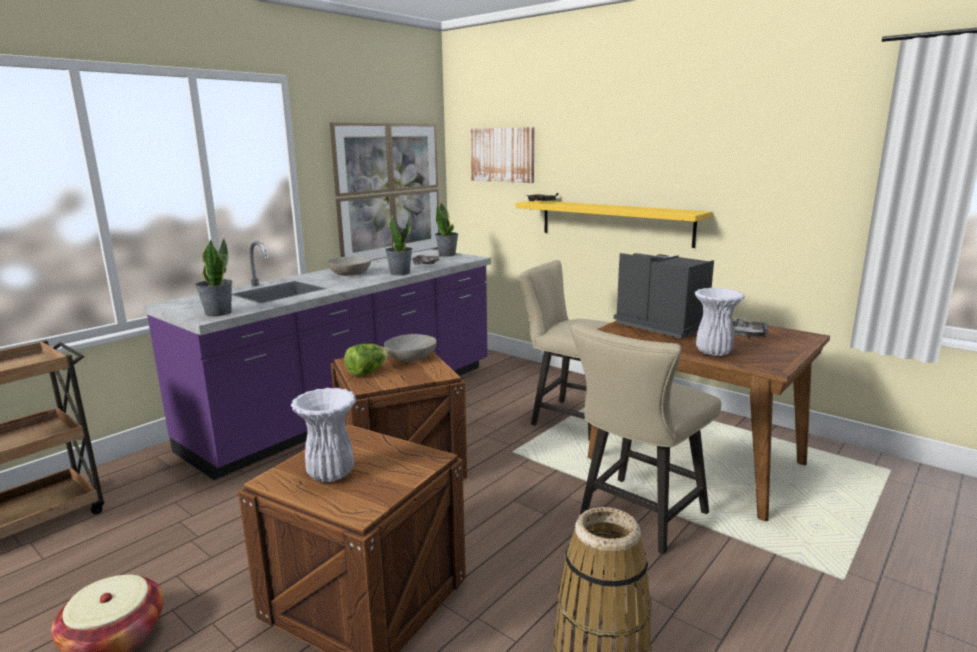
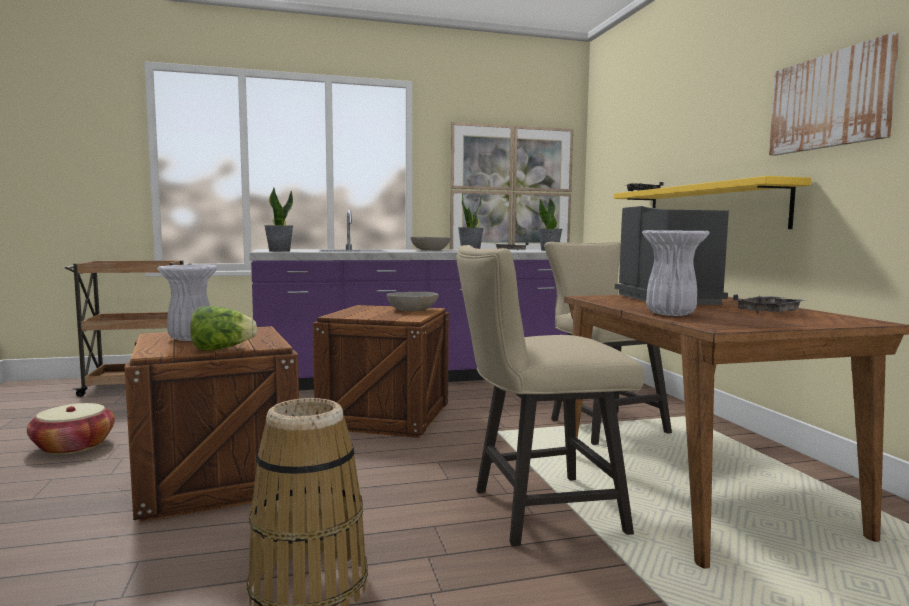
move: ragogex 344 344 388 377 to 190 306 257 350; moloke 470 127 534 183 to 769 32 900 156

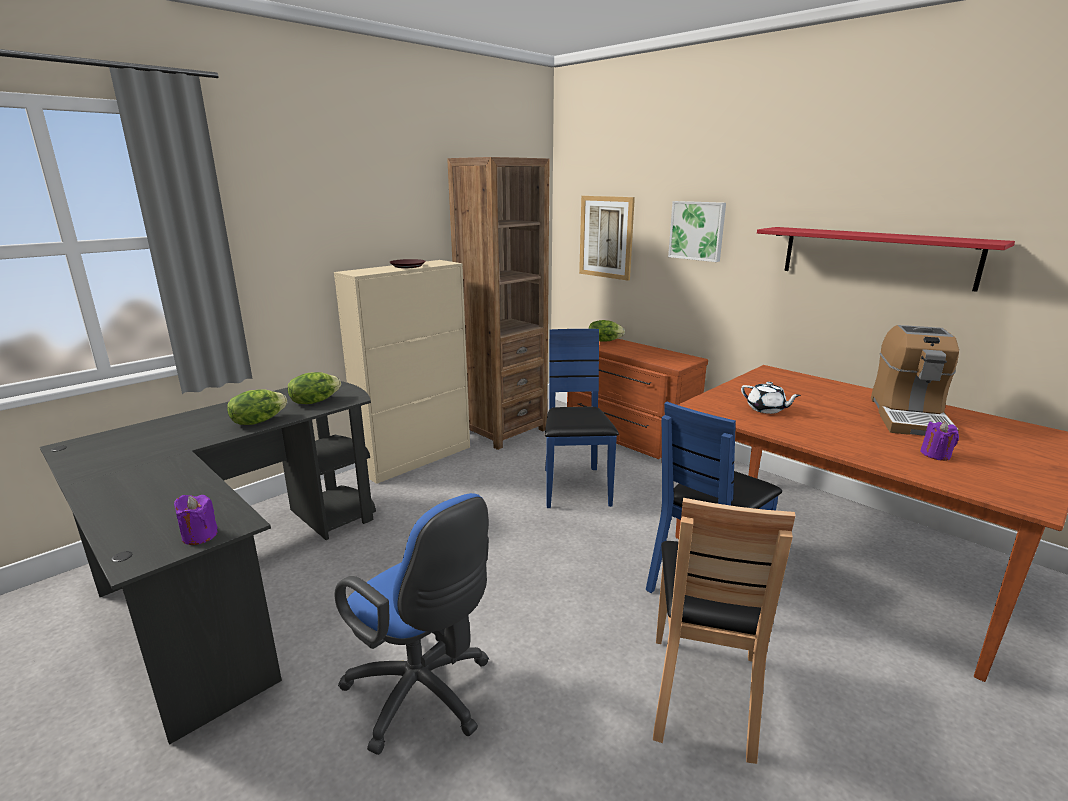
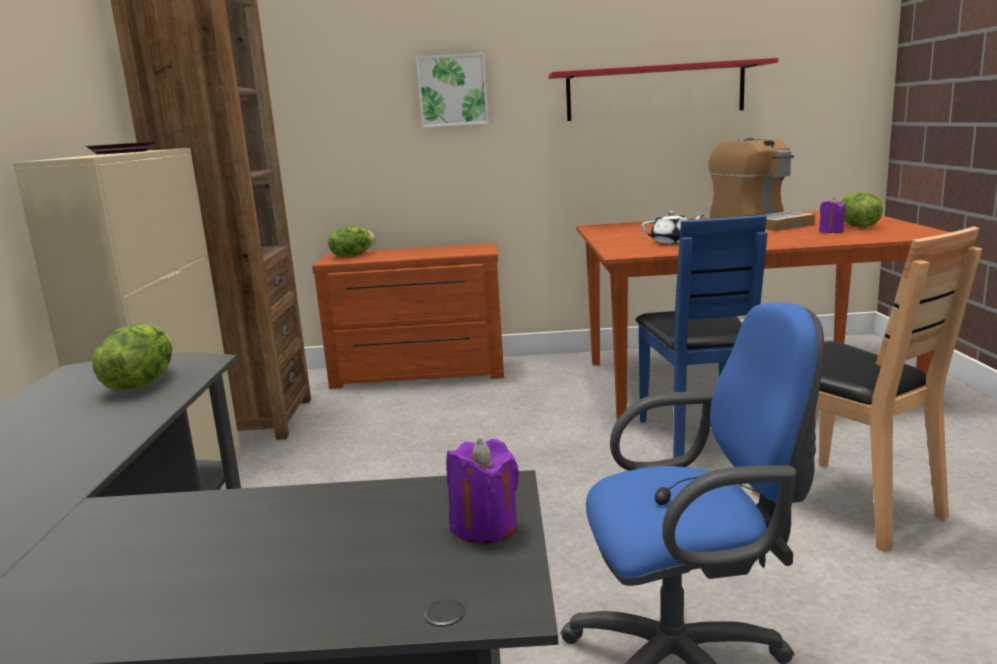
delete: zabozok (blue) 545 329 619 508; moloke 579 196 635 281
move: ragogex 227 389 287 425 to 840 192 883 227

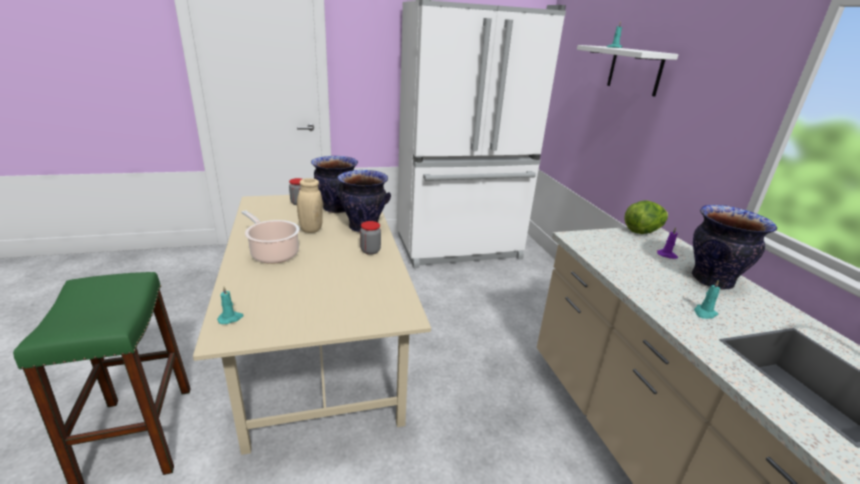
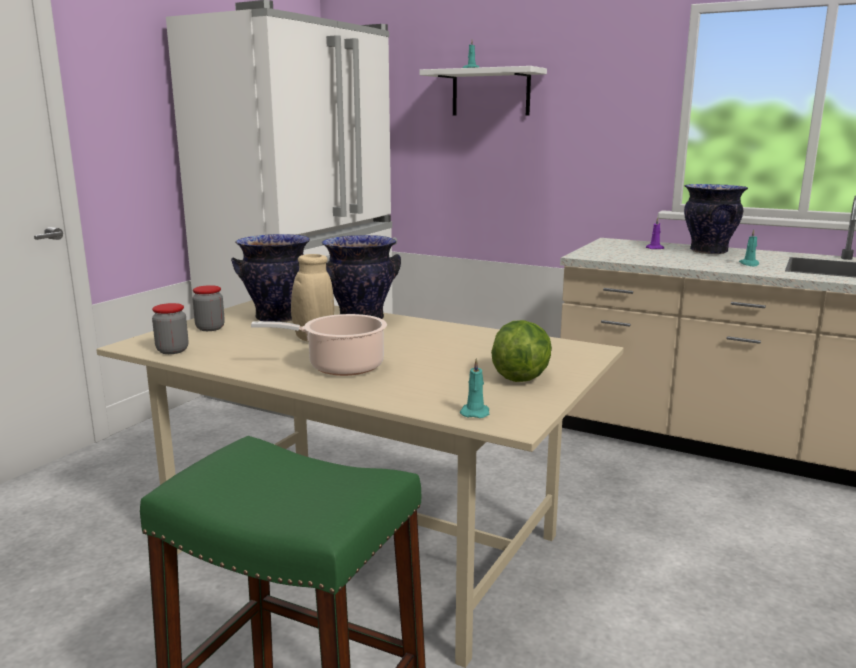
move: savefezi 360 221 381 255 to 152 303 188 354; ragogex 624 200 668 234 to 491 320 552 382

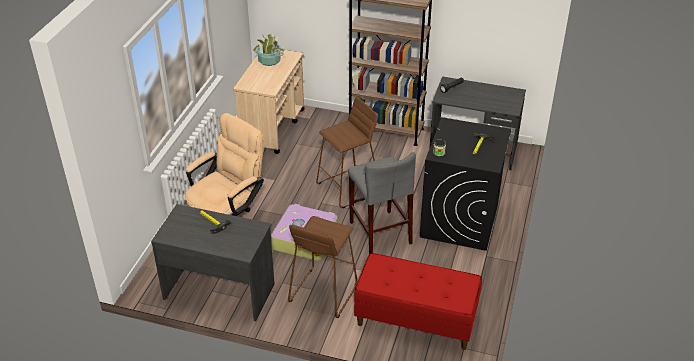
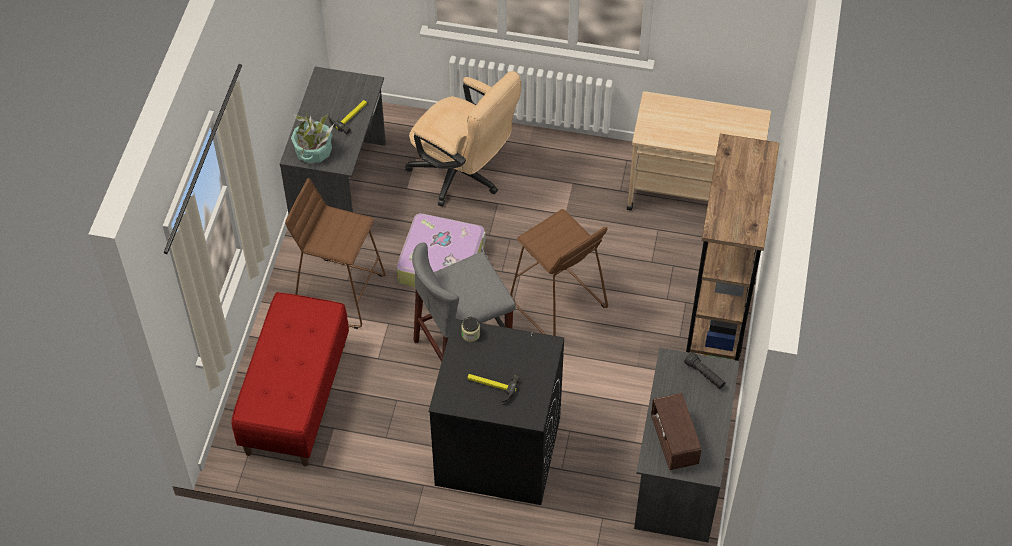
insert: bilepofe 651 393 701 470
move: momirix 252 33 285 66 to 291 112 334 163

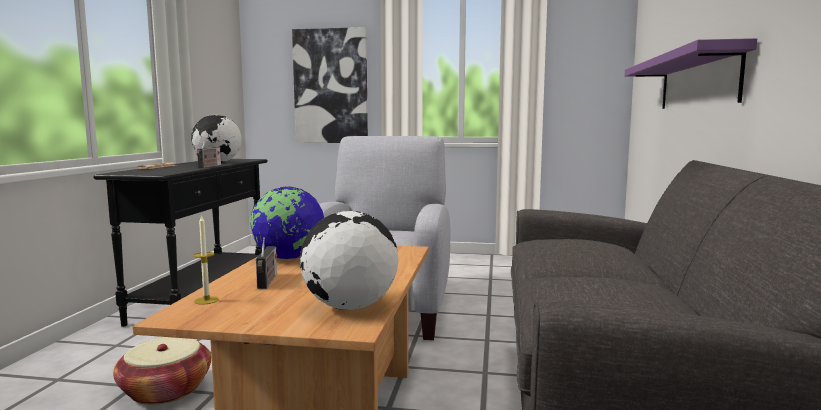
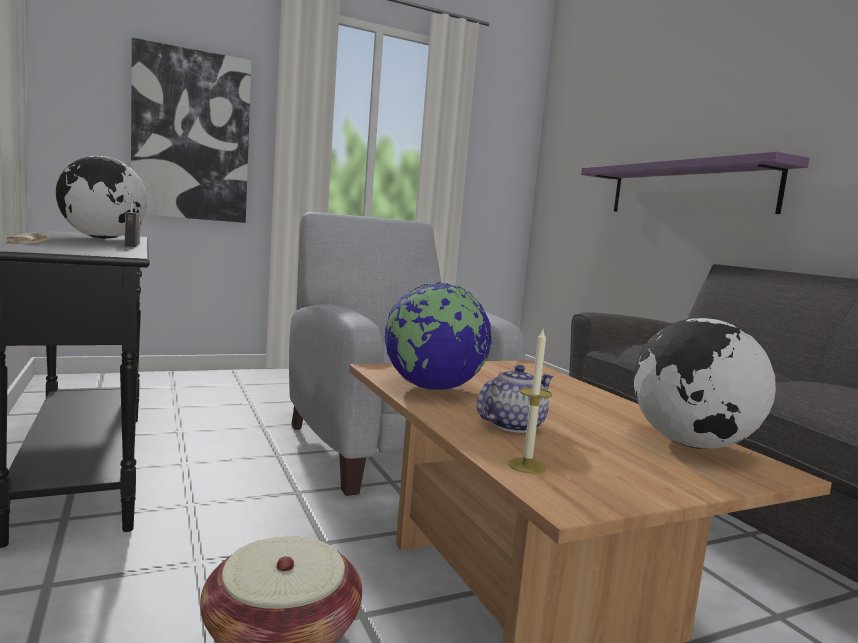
replace: bilepofe 256 237 277 289 to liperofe 477 365 554 433

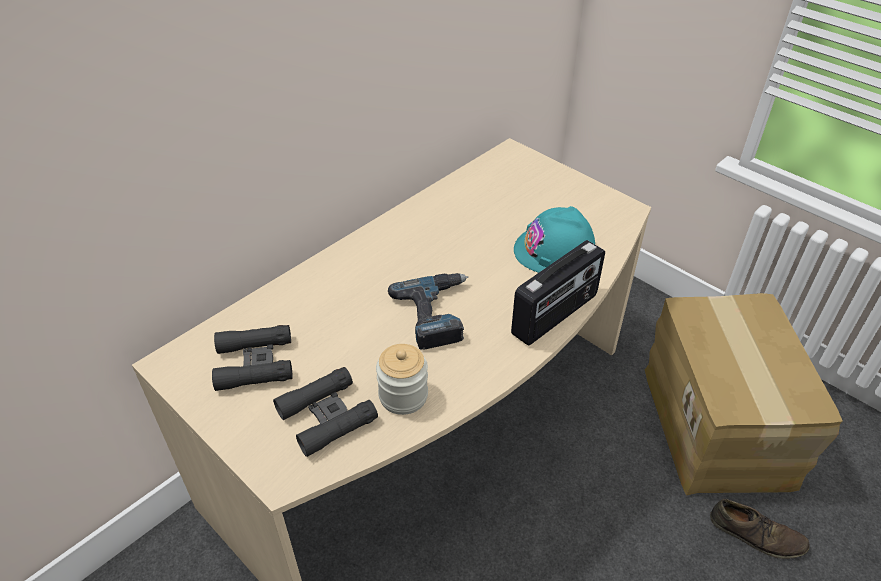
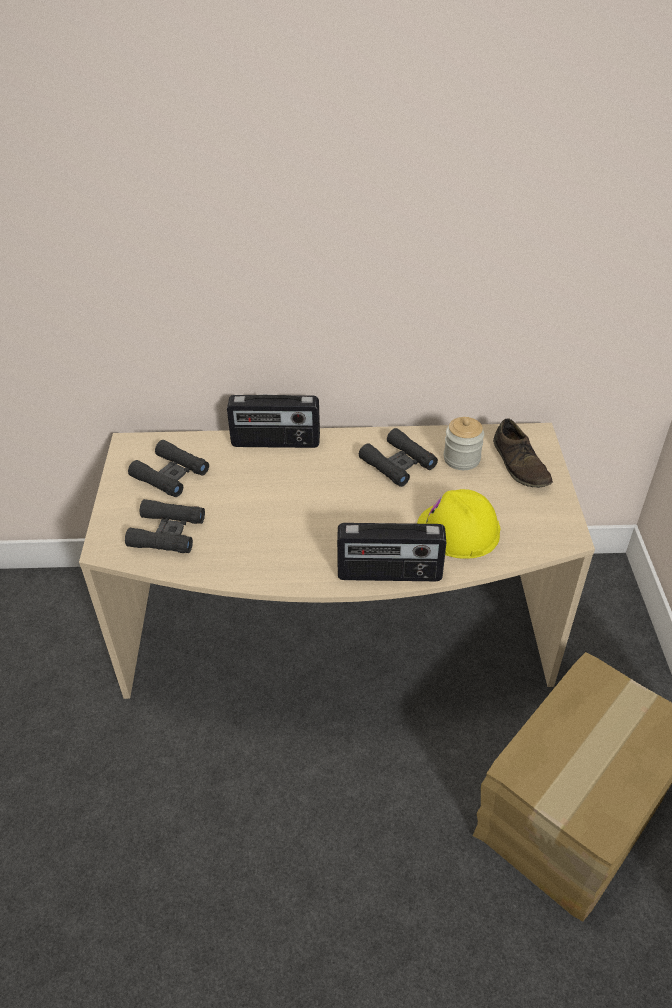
delete: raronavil 388 273 468 350
insert: bilepofe 227 395 320 448; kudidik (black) 359 428 438 487
move: savefezi 376 344 428 415 to 444 417 484 470; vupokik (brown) 710 499 809 559 to 493 418 553 488
recolor: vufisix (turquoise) 514 206 595 273 to vufisix (yellow) 417 489 500 559

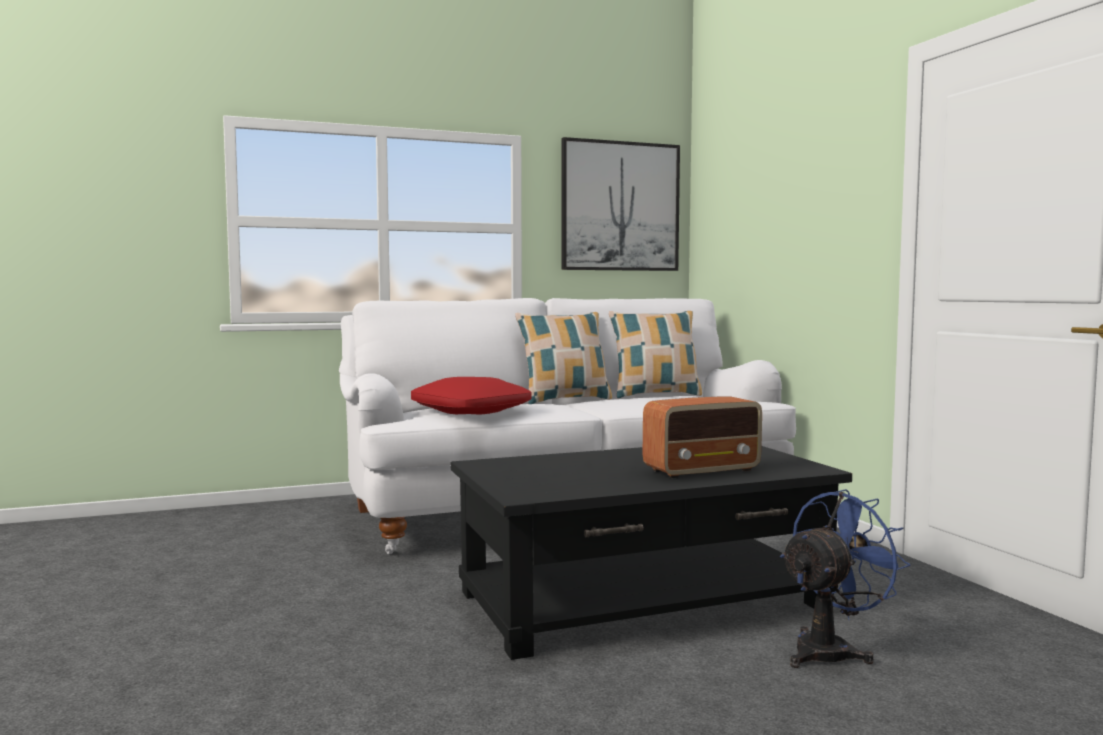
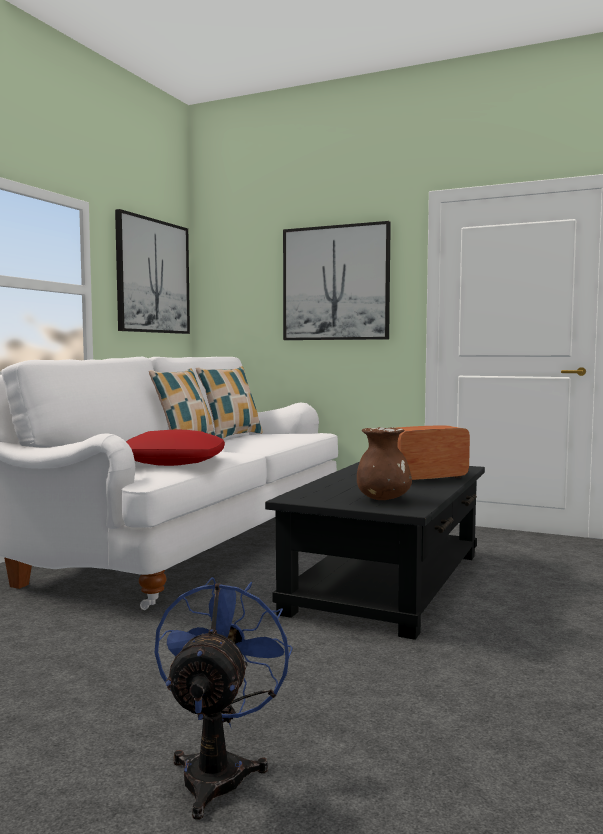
insert: moloke 283 221 391 340; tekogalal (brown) 357 427 412 500
move: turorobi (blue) 780 489 910 668 to 155 577 293 820
rotate: bilepofe 643 396 762 478 = 397 425 470 480 135 degrees counterclockwise

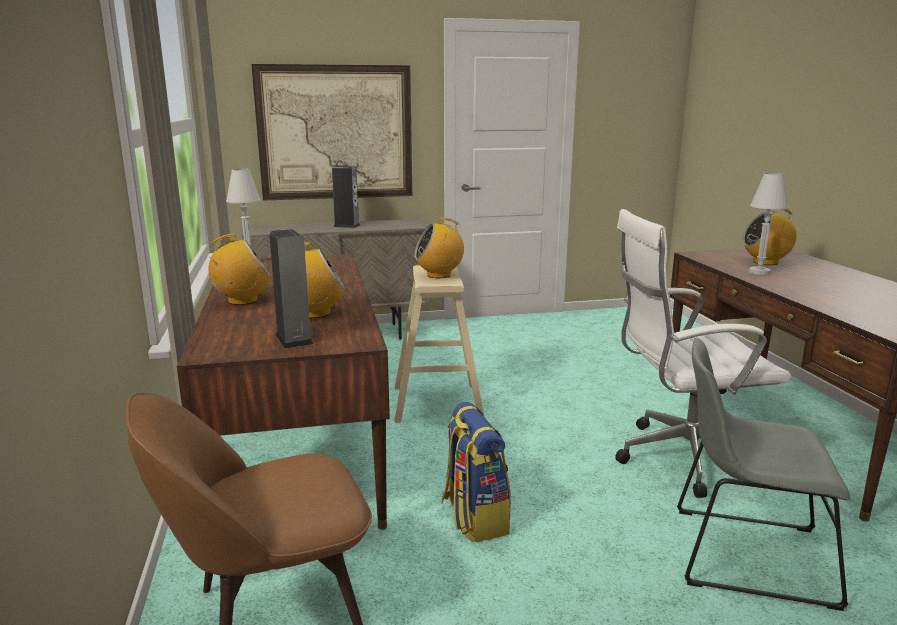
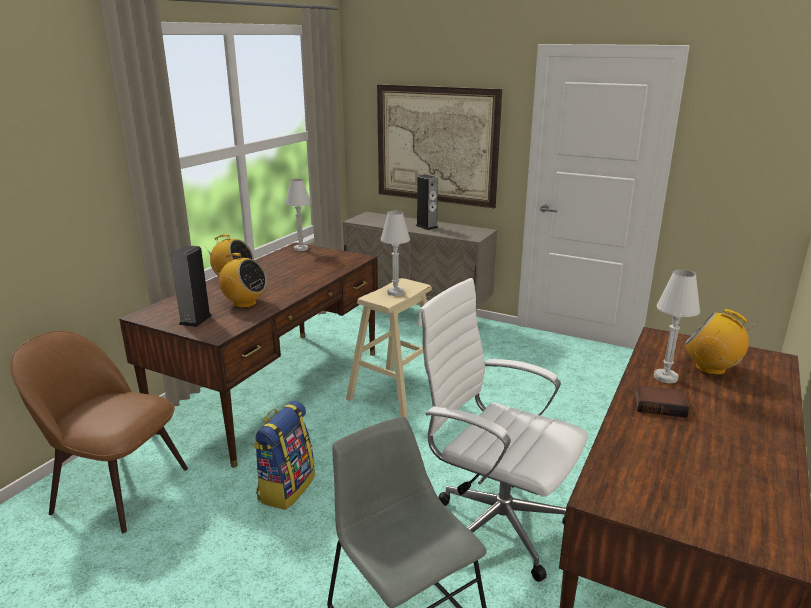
insert: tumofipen 634 385 689 418
replace: bilepofe 414 218 464 278 to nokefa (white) 381 211 410 296

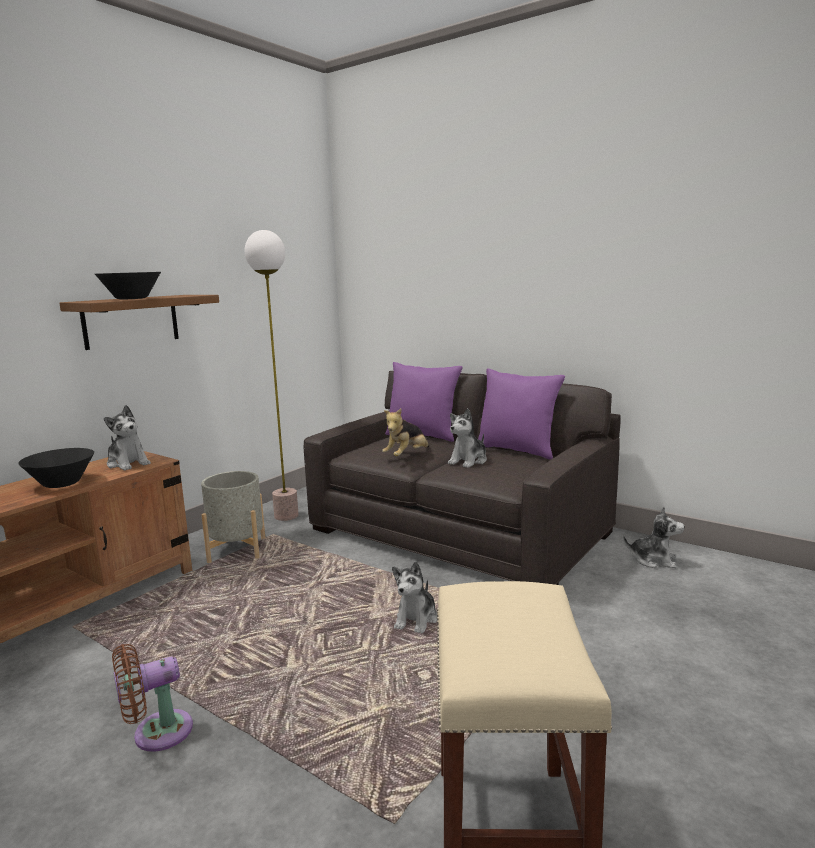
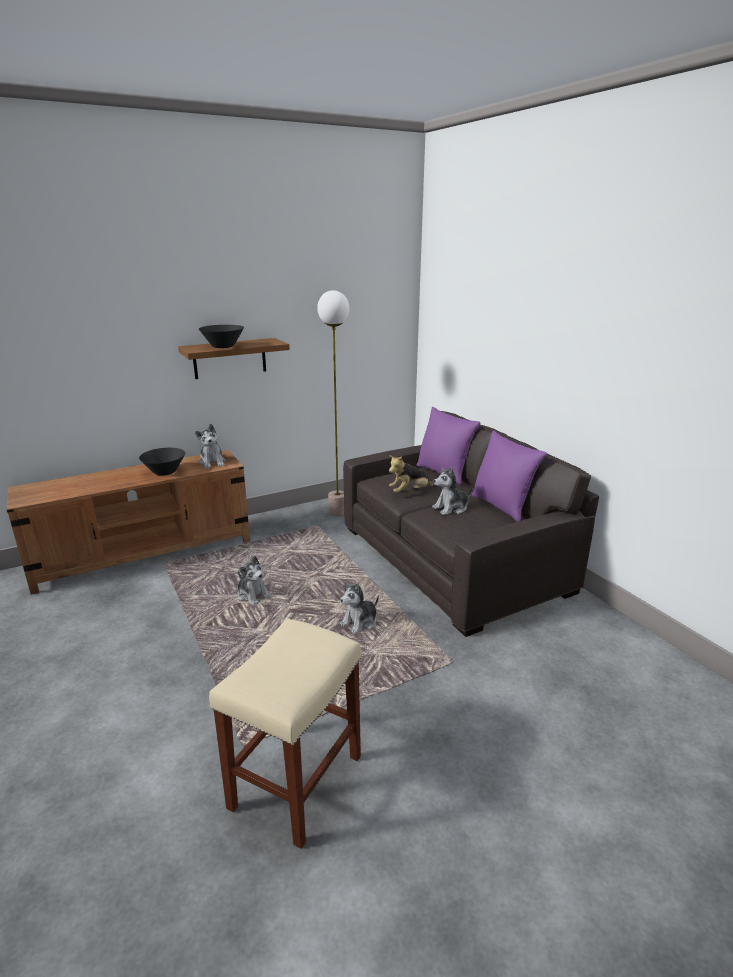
delete: turorobi (brown) 112 644 193 752; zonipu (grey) 201 471 265 563
move: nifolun 623 506 685 568 to 238 556 271 605

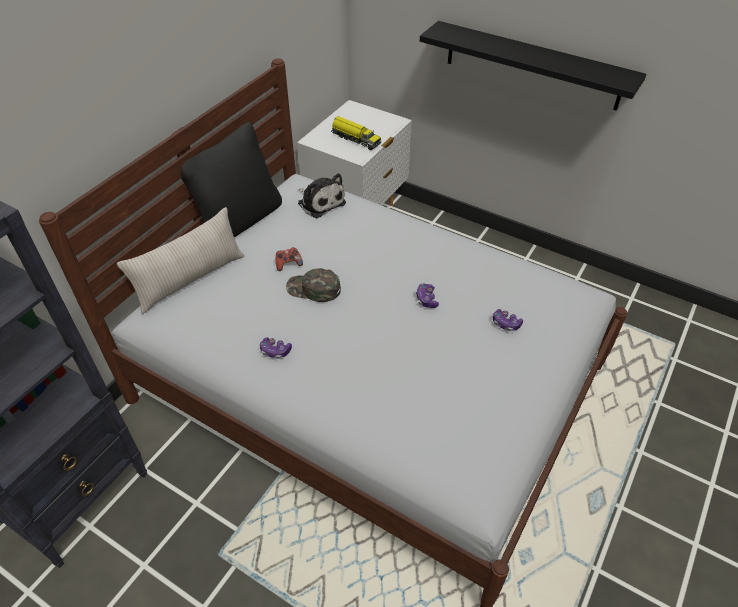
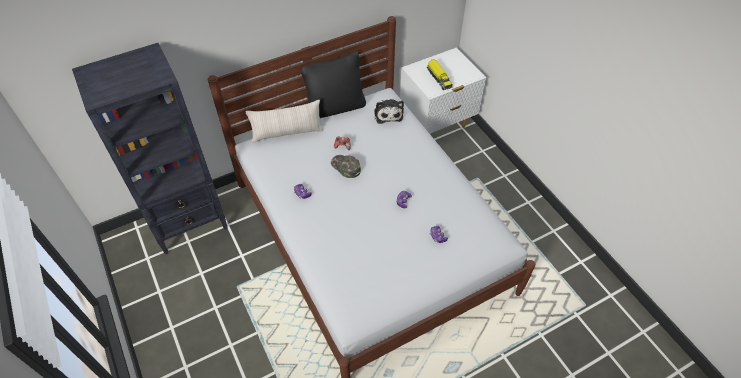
delete: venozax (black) 420 21 646 111

